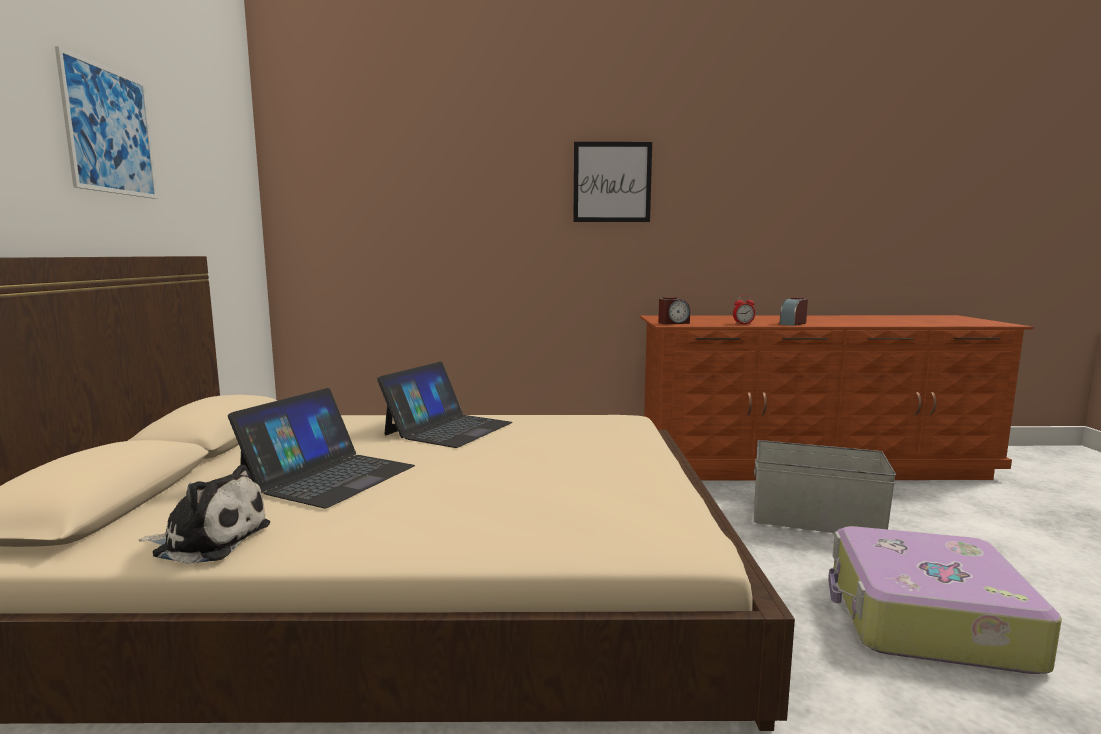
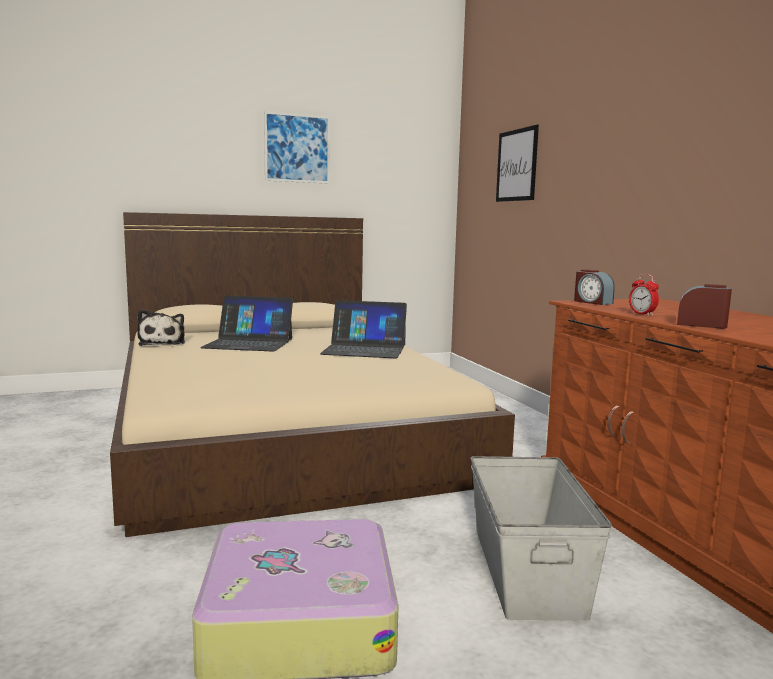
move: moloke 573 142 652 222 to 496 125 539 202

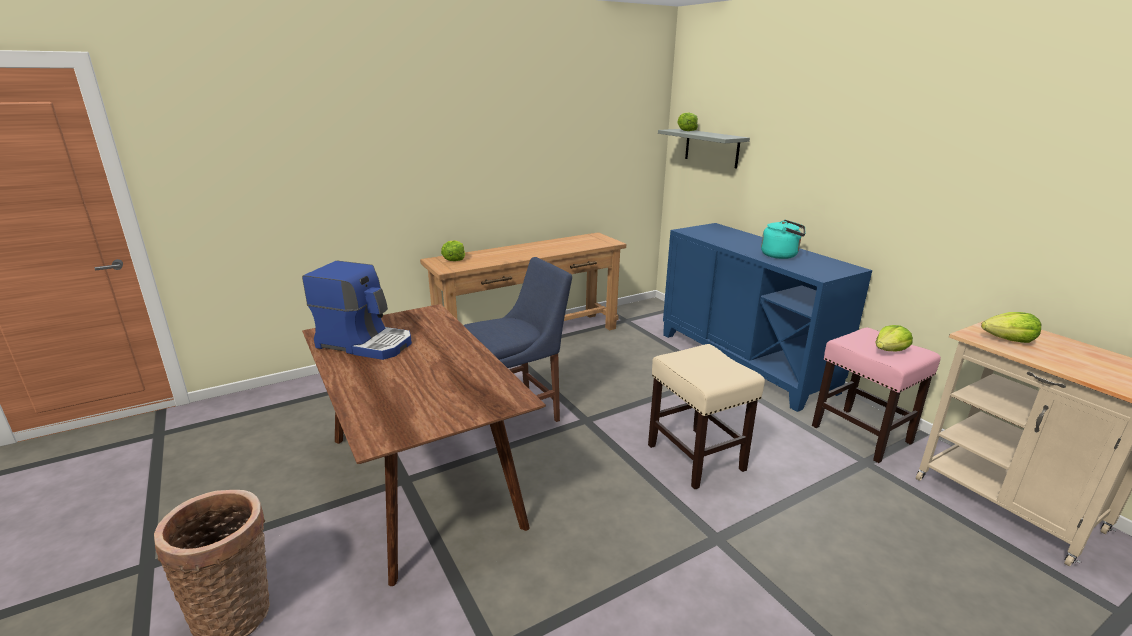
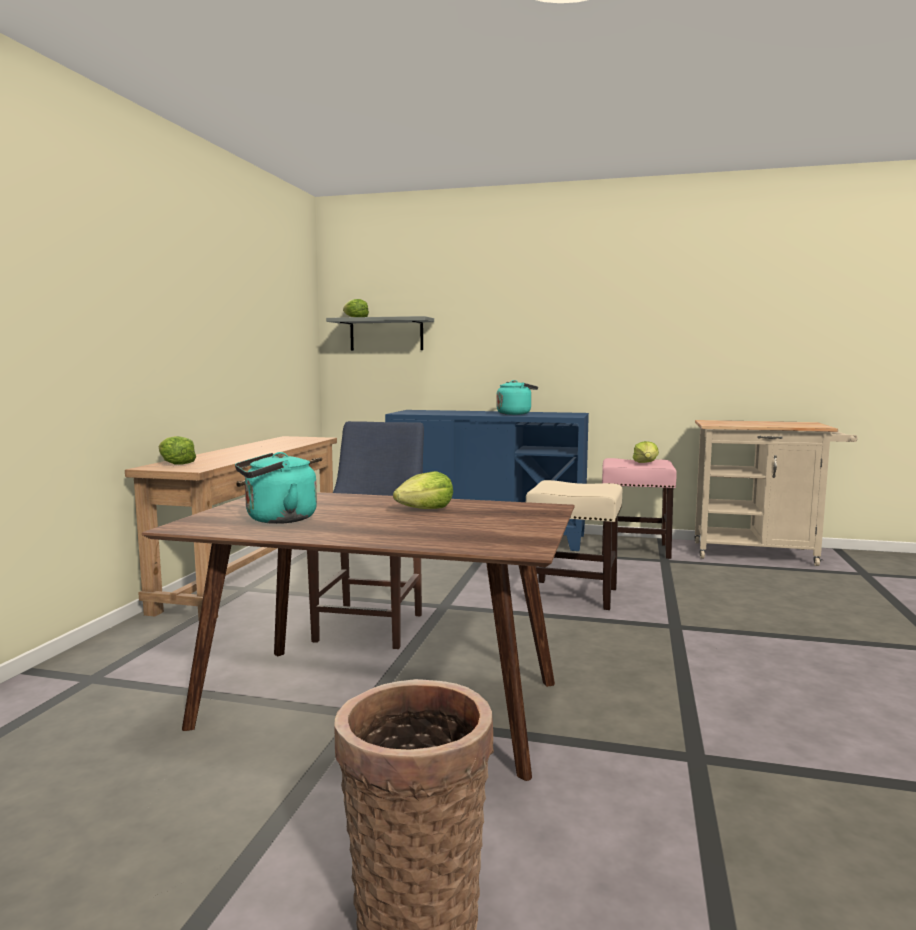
move: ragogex 981 312 1041 343 to 393 471 453 509
replace: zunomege 302 261 412 360 to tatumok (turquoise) 235 452 317 524

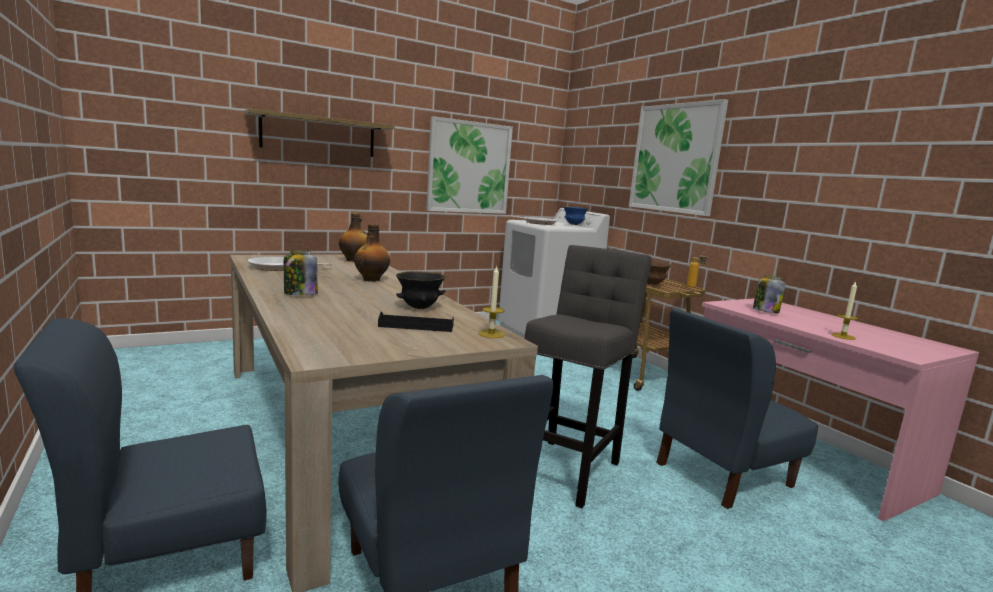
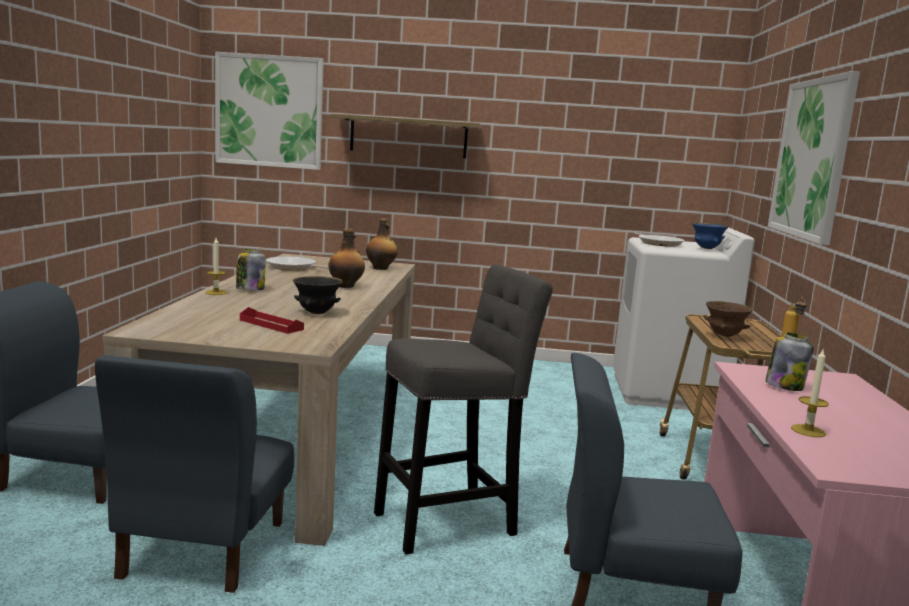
move: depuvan 479 266 504 338 to 205 238 227 295; moloke 426 116 513 214 to 215 52 324 170
recolor: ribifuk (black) 378 311 454 332 to ribifuk (red) 240 307 304 334

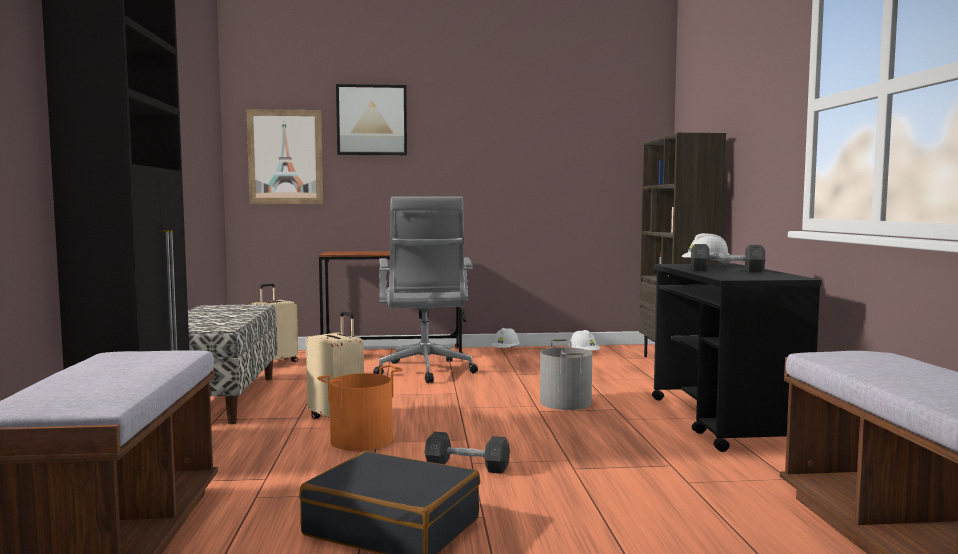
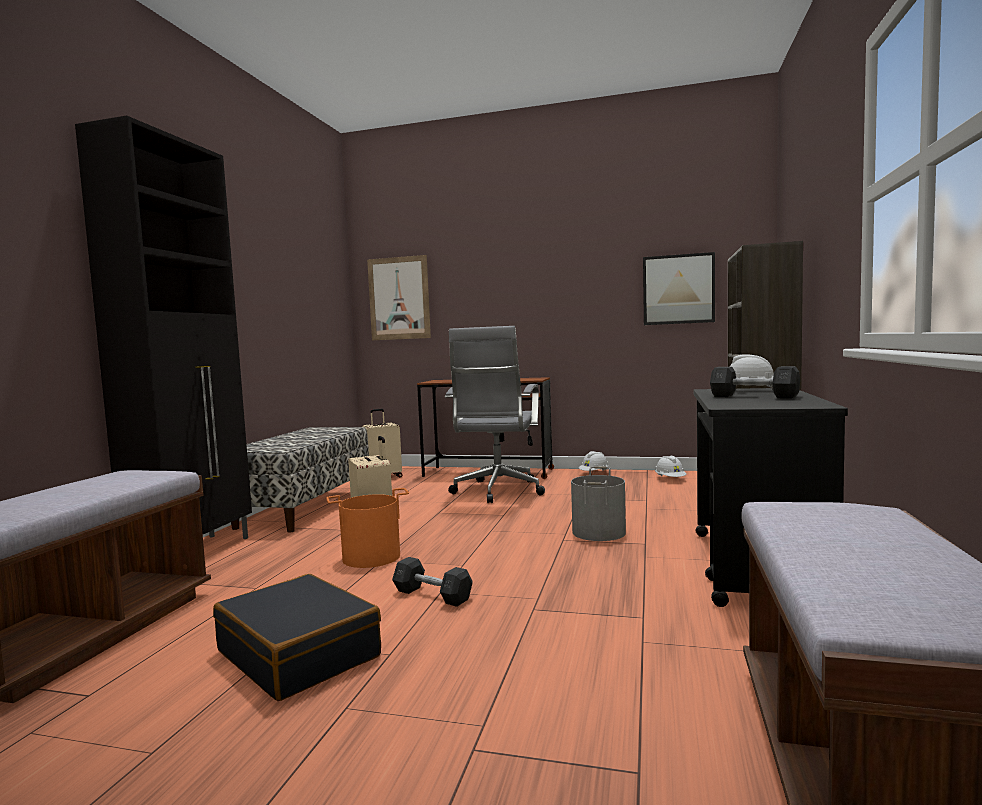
move: moloke 336 84 407 155 to 643 252 715 325

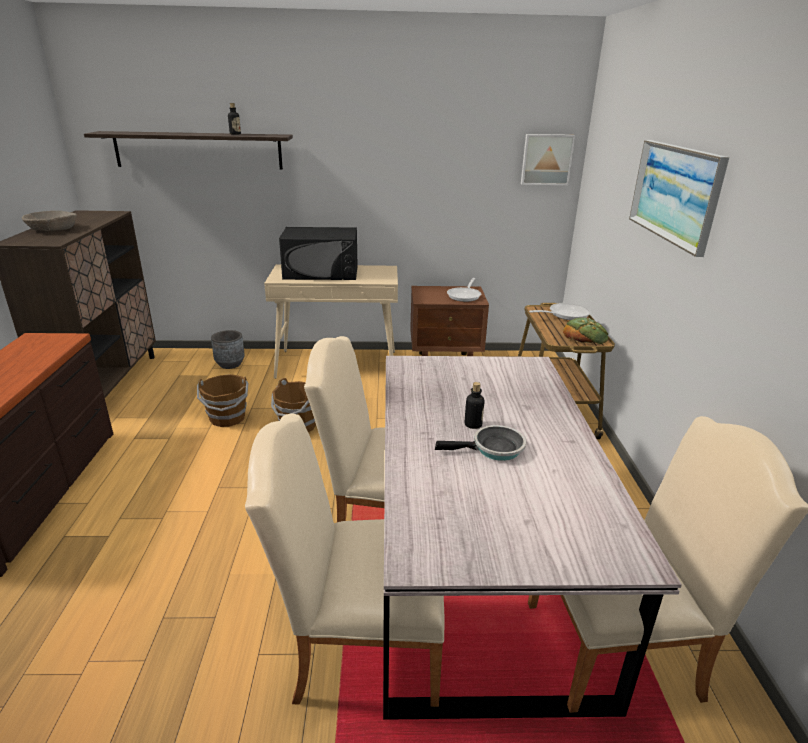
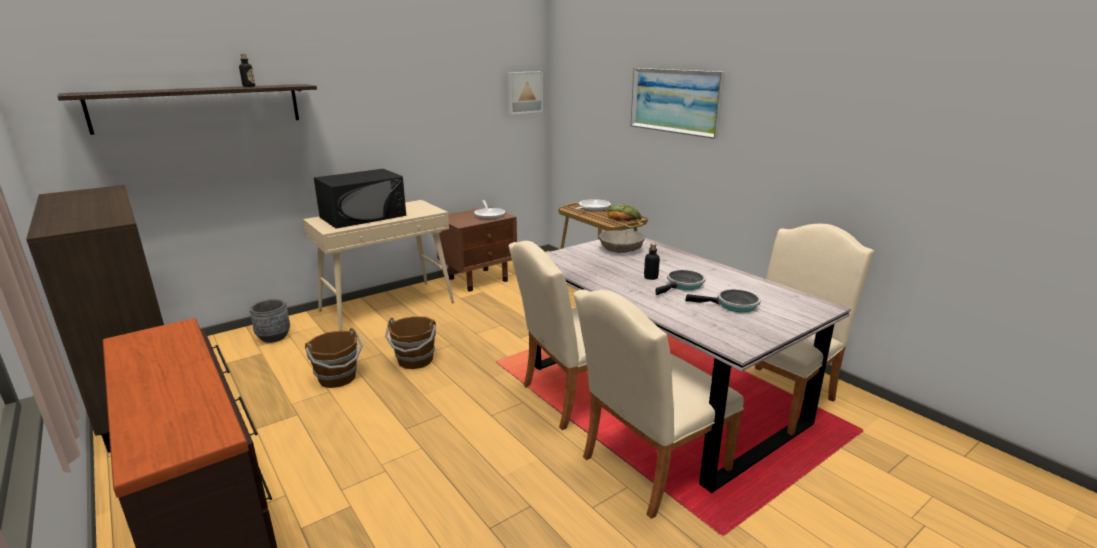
insert: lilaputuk 685 289 761 313
move: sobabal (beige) 22 211 77 231 to 599 230 645 253

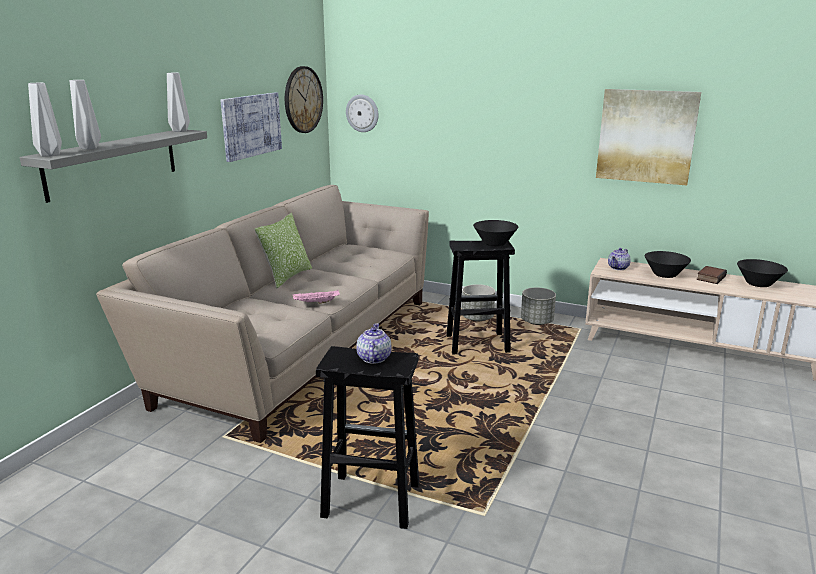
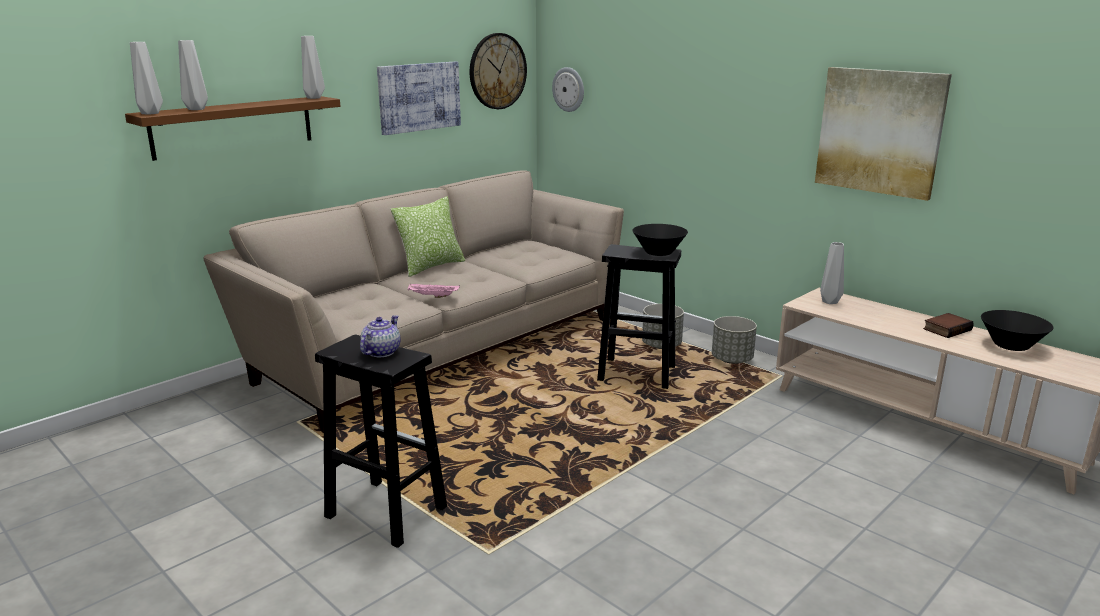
delete: sobabal (black) 644 251 691 278
replace: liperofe 608 248 631 270 to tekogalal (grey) 820 242 844 304
recolor: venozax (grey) 20 130 207 203 to venozax (brown) 125 96 340 161

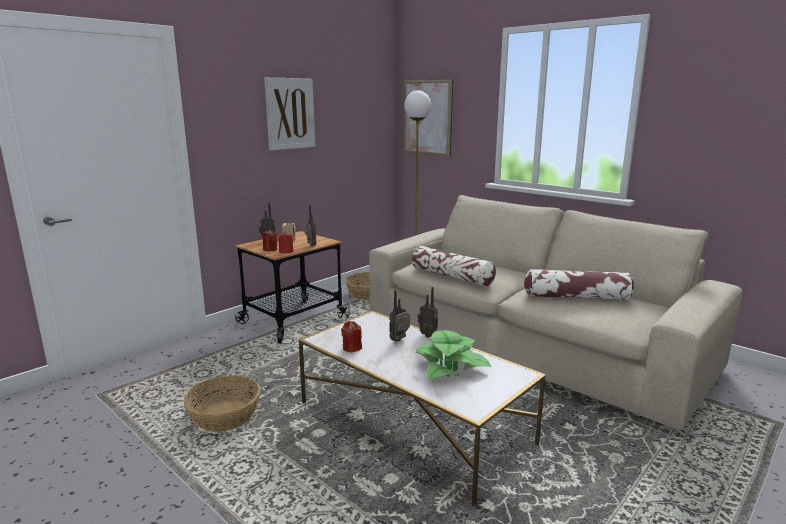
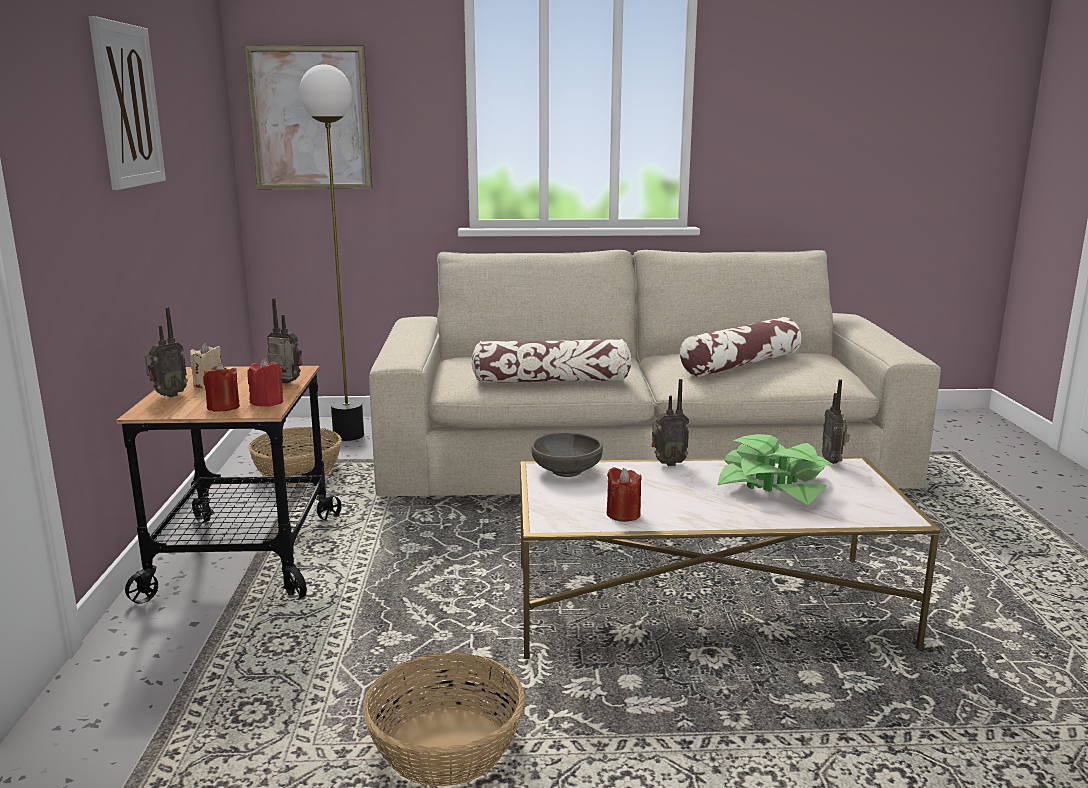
insert: sobabal (grey) 531 432 603 477
move: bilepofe 389 290 410 342 to 822 379 850 464

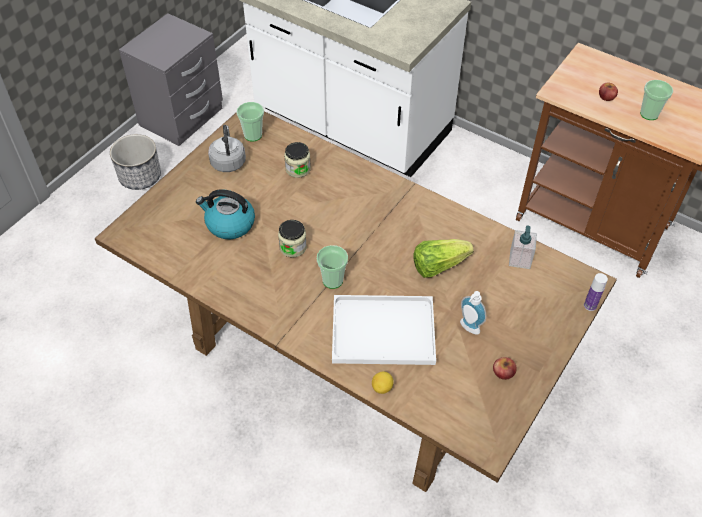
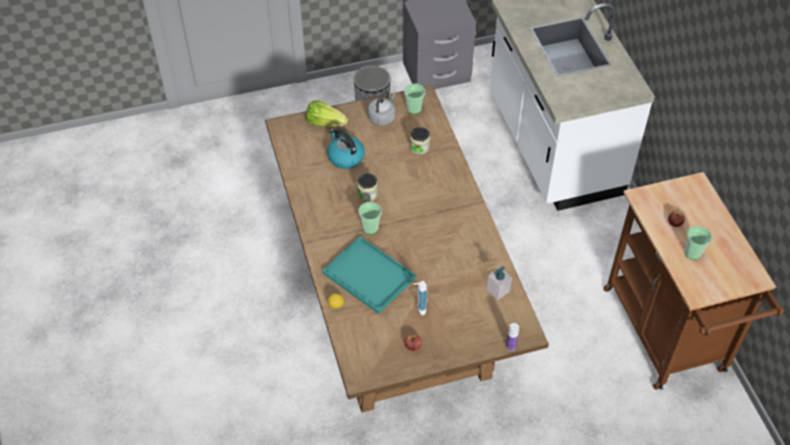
move: ragogex 414 239 474 278 to 306 100 348 127
recolor: ribifuk (white) 332 295 436 365 to ribifuk (turquoise) 322 236 416 314

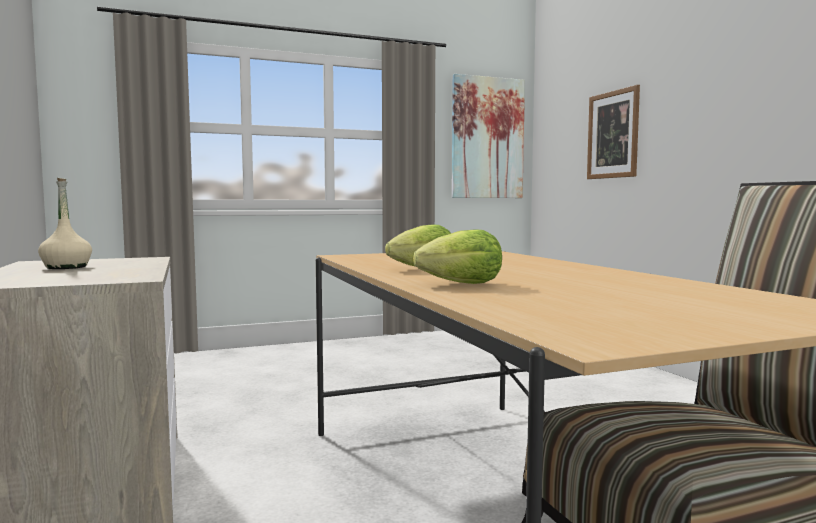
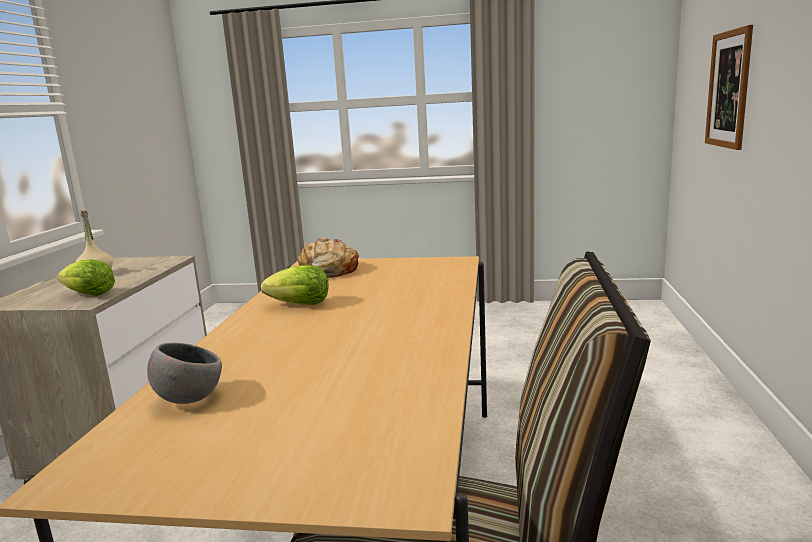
delete: moloke 452 74 525 198
insert: sobabal (grey) 147 343 222 404; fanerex 298 238 359 278
move: ragogex 413 229 502 284 to 57 260 115 296

